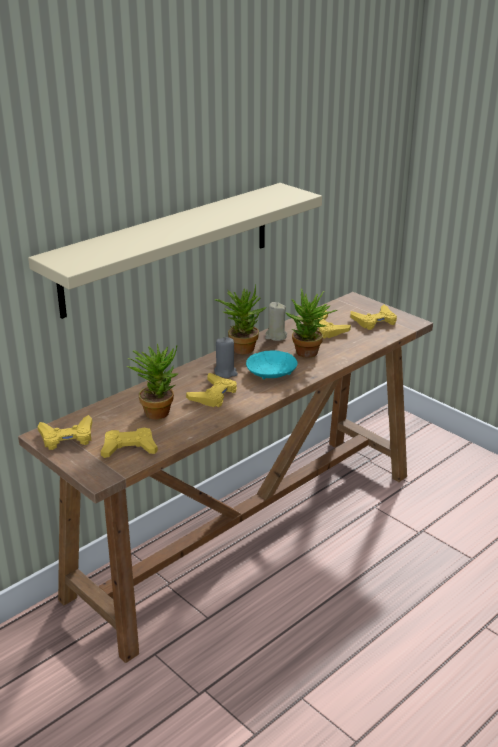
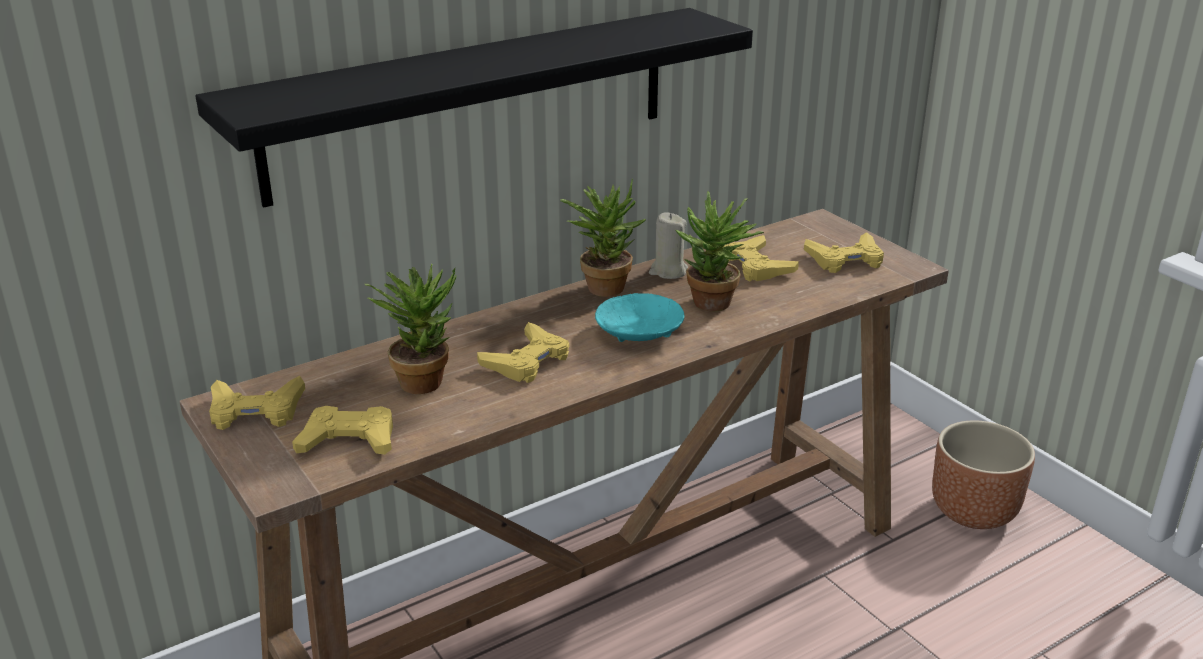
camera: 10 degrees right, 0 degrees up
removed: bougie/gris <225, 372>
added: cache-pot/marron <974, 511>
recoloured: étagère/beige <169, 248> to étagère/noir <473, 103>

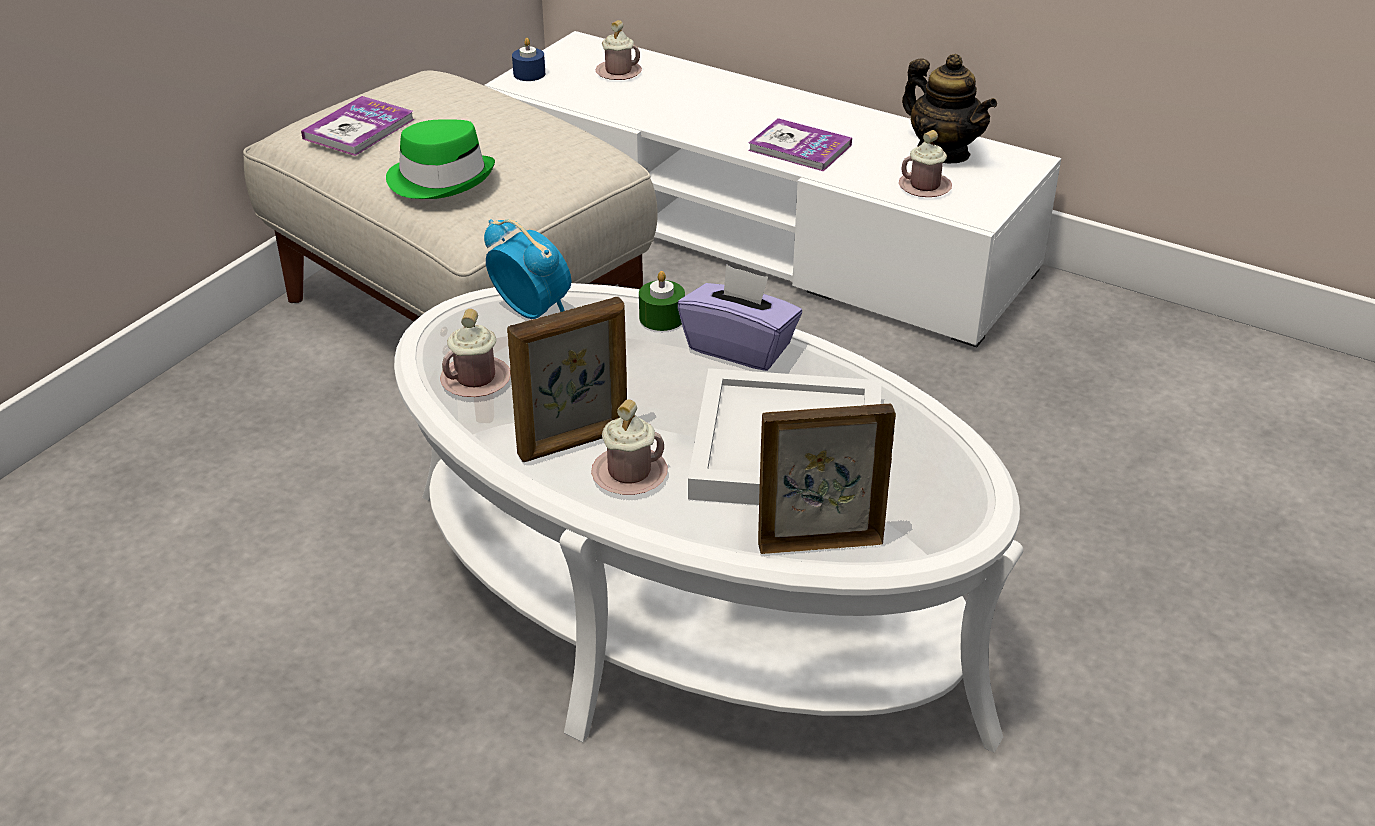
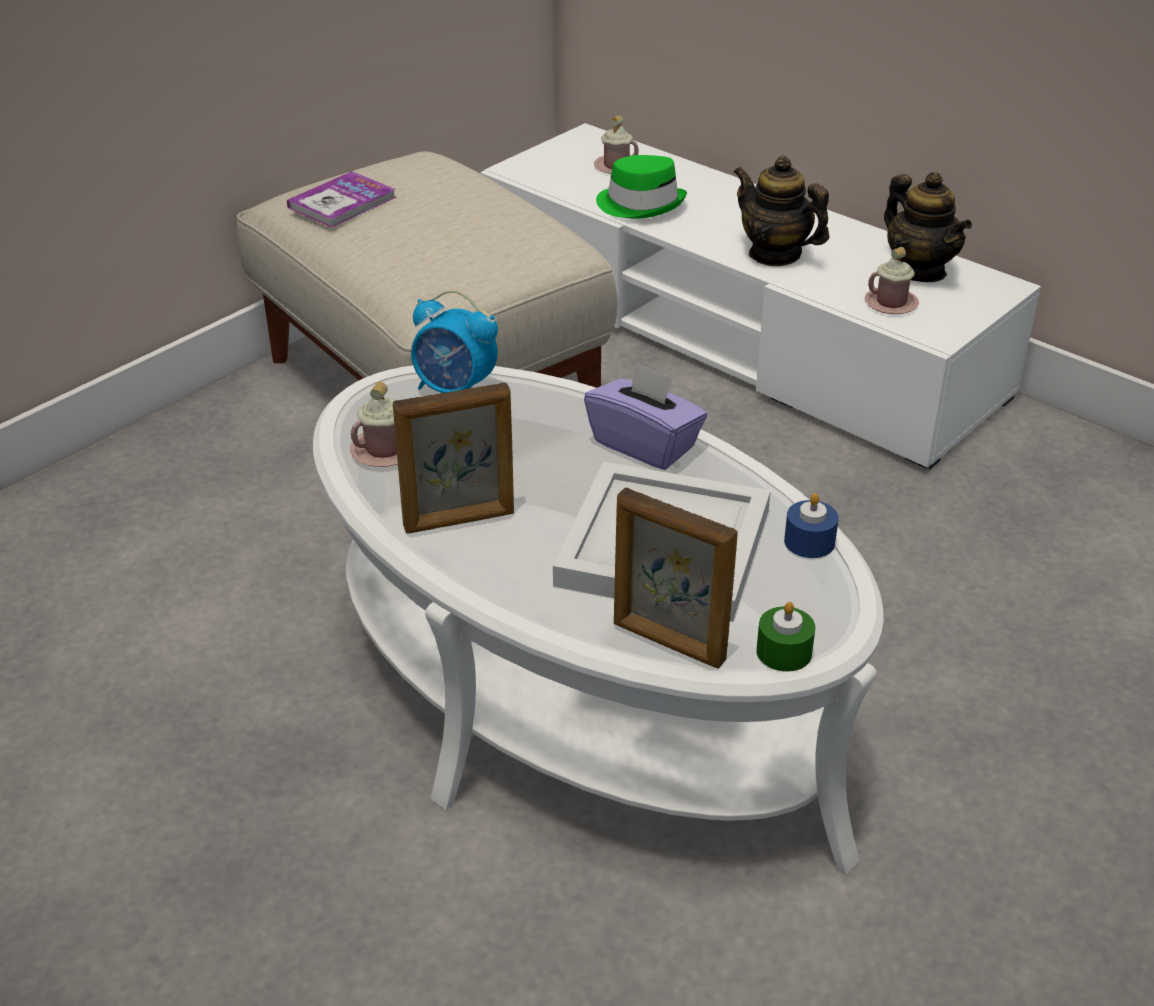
camera: 10 degrees right, 0 degrees up
removed: mug/rose <629, 474>
moved: chapeau/vert <441, 178> to <641, 204>; bougie/bleu <529, 74> to <809, 542>; bougie/vert <662, 318> to <784, 652>
replaced: livre <799, 148> to théière <775, 254>
turned: réveil <532, 311> = <455, 390> 150 degrees clockwise; cadre photo <819, 542> = <668, 643> 150 degrees counterclockwise

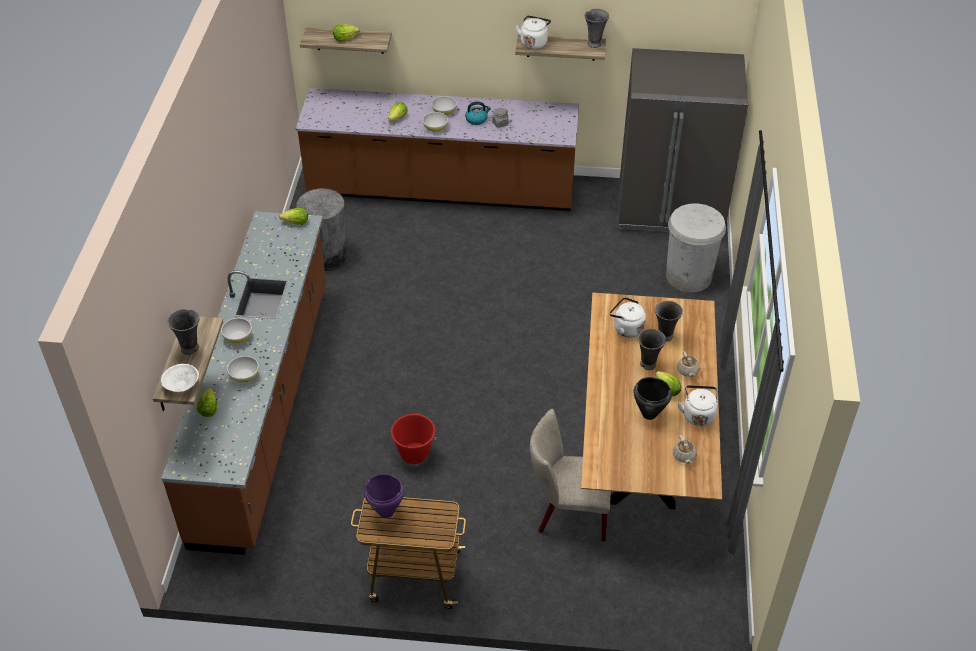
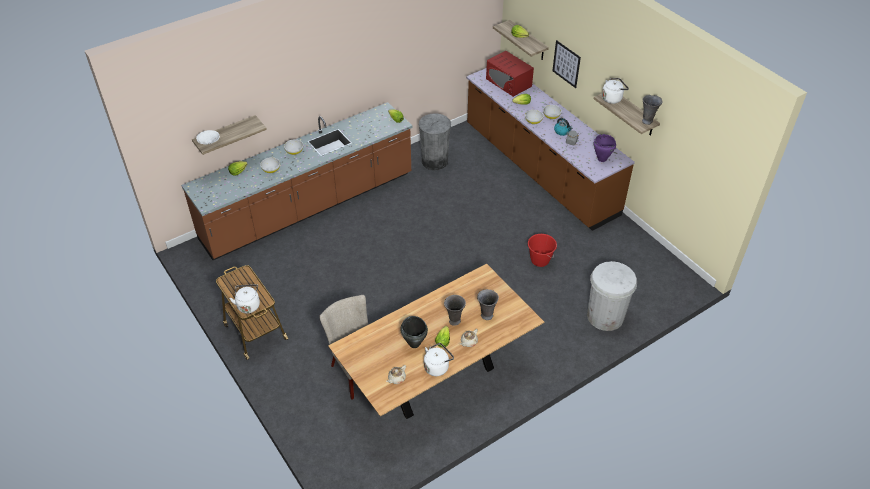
camera: 50 degrees right, 0 degrees up
removed: vase/gris <190, 348>; réfrigérateur/gris <670, 209>
added: micro-ondes/rouge <508, 82>; tableau <566, 64>
moved: marmite/violet <386, 512> to <601, 159>; seau/rouge <414, 454> to <539, 260>; bouilloire/blanc <626, 328> to <248, 305>

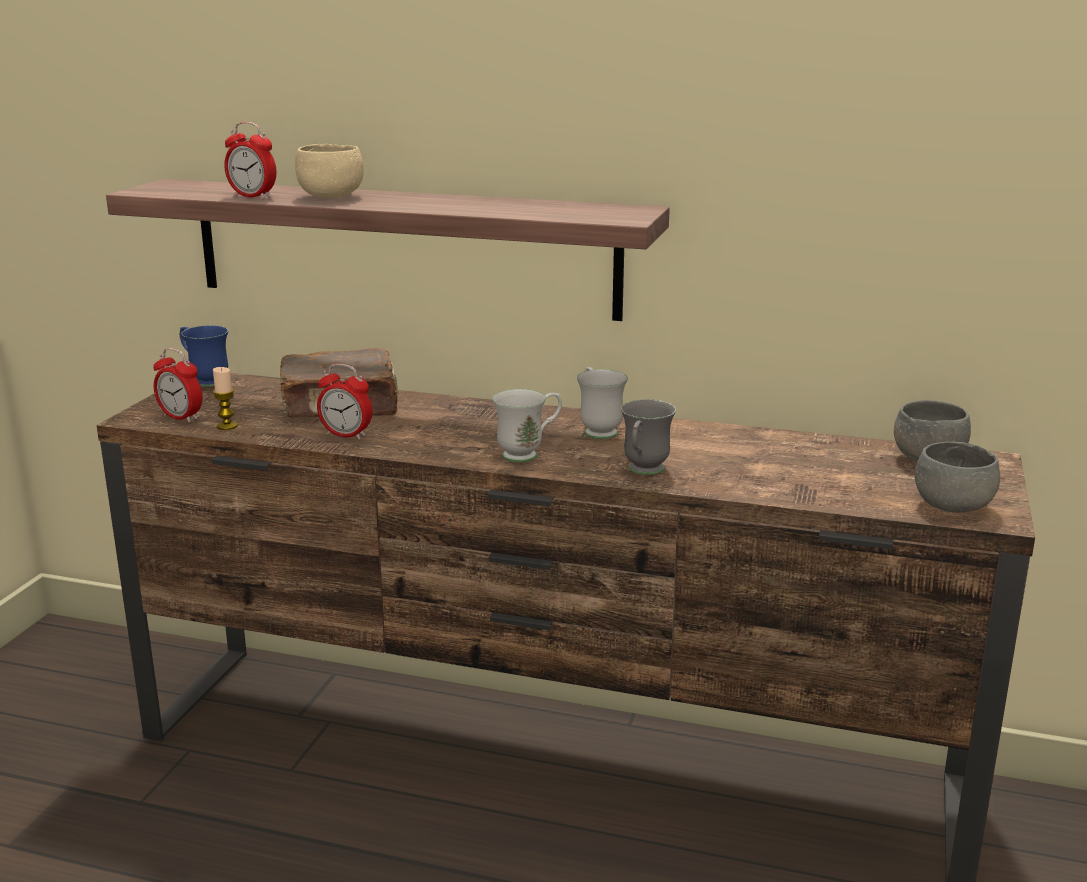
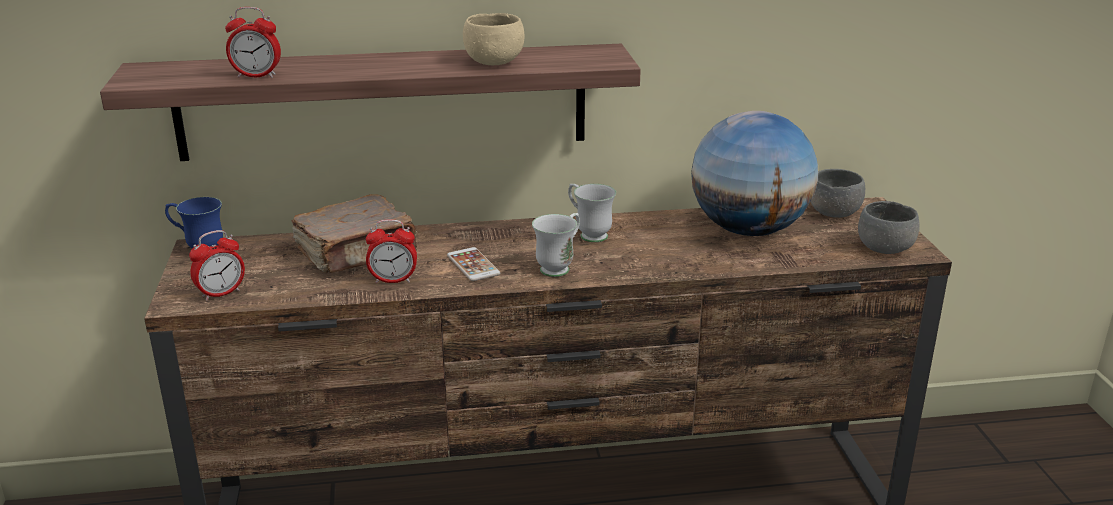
camera: 25 degrees left, 5 degrees up
removed: bougie <227, 426>; mug/gris <643, 472>
added: téléphone <473, 265>; globe <748, 230>
moved: bol/beige <331, 196> to <494, 62>
turned: réveil <181, 417> = <221, 293> 45 degrees counterclockwise

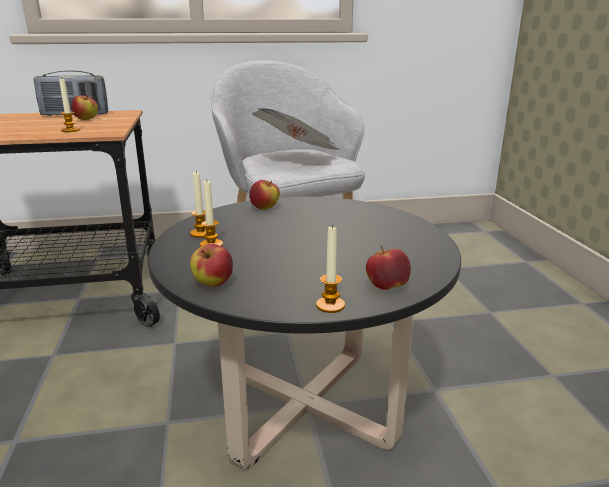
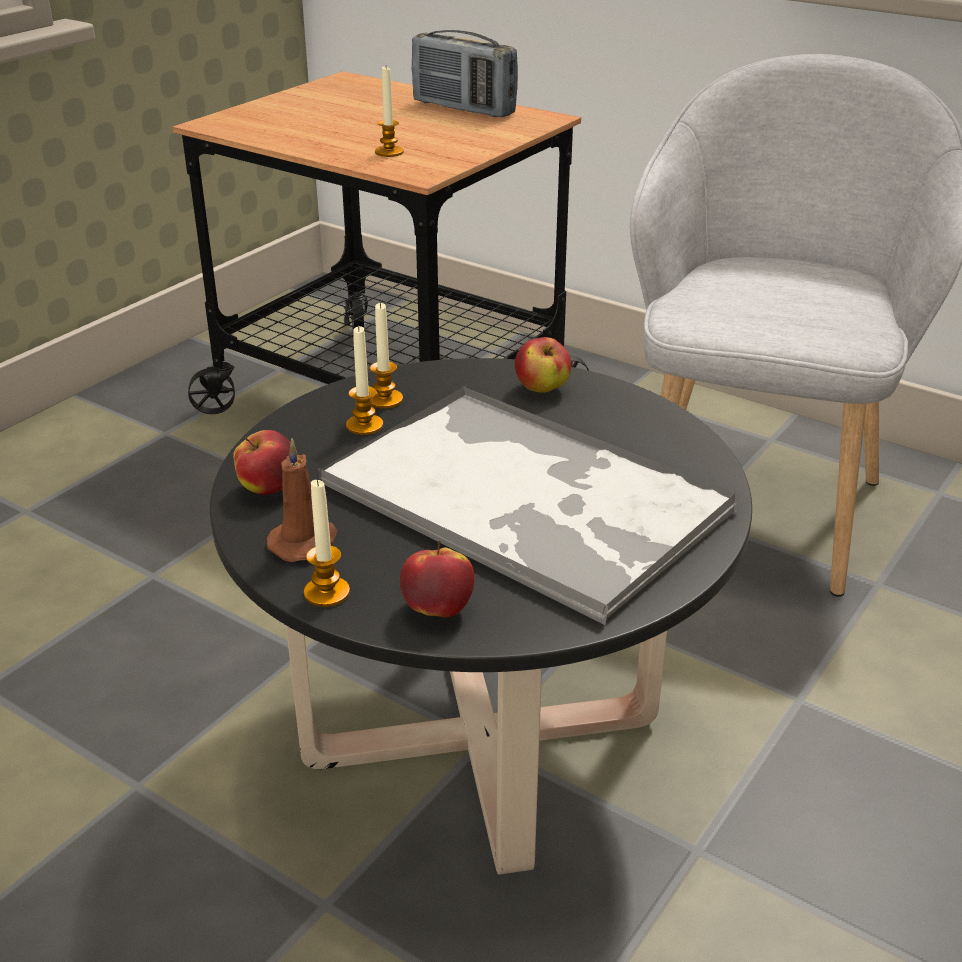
camera: 45 degrees right, 10 degrees up
removed: pomme <86, 119>; journal <299, 154>
added: bougie/marron <305, 542>; plateau <528, 499>

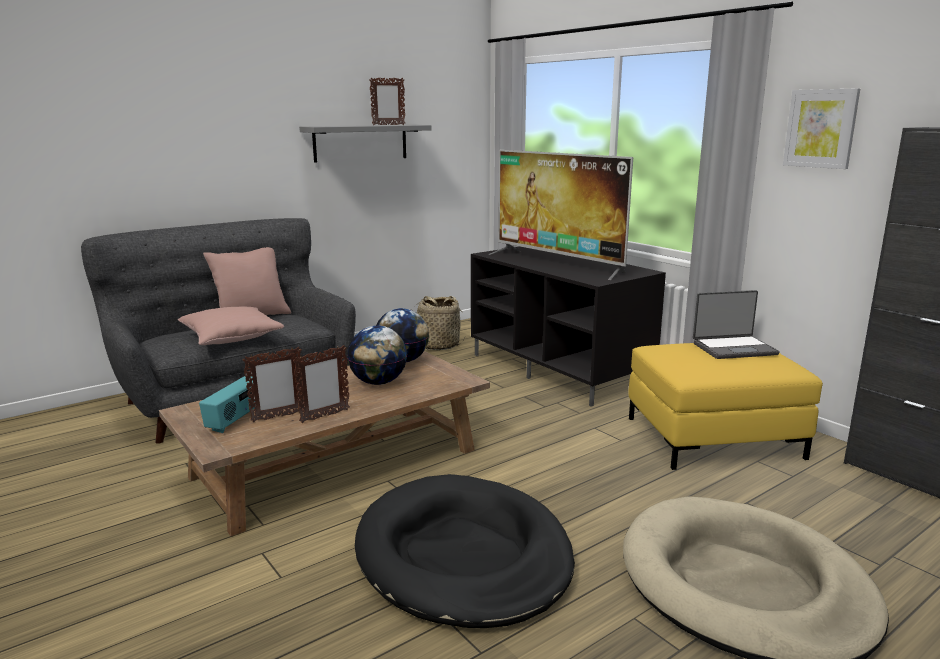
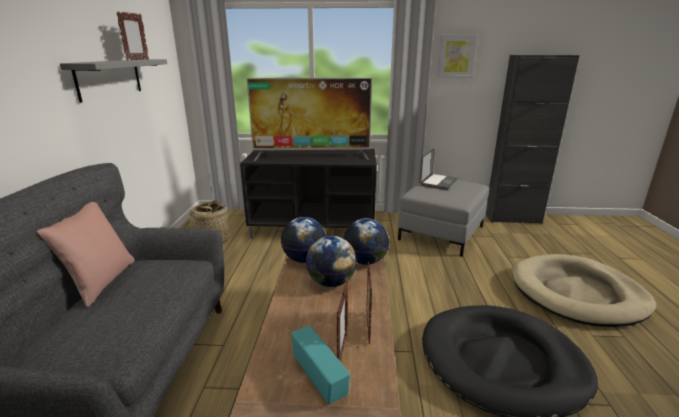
camera: 50 degrees left, 5 degrees up
removed: coussin/rose <231, 338>
added: globe <365, 261>
recoloured: pouf/jaune <713, 437> to pouf/gris <441, 232>

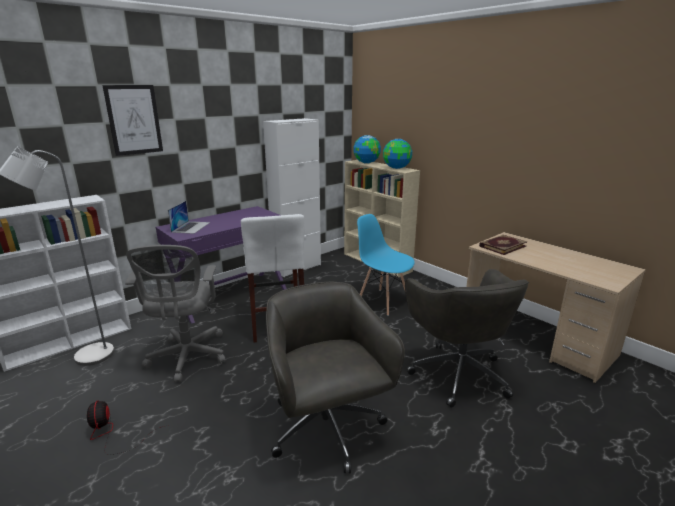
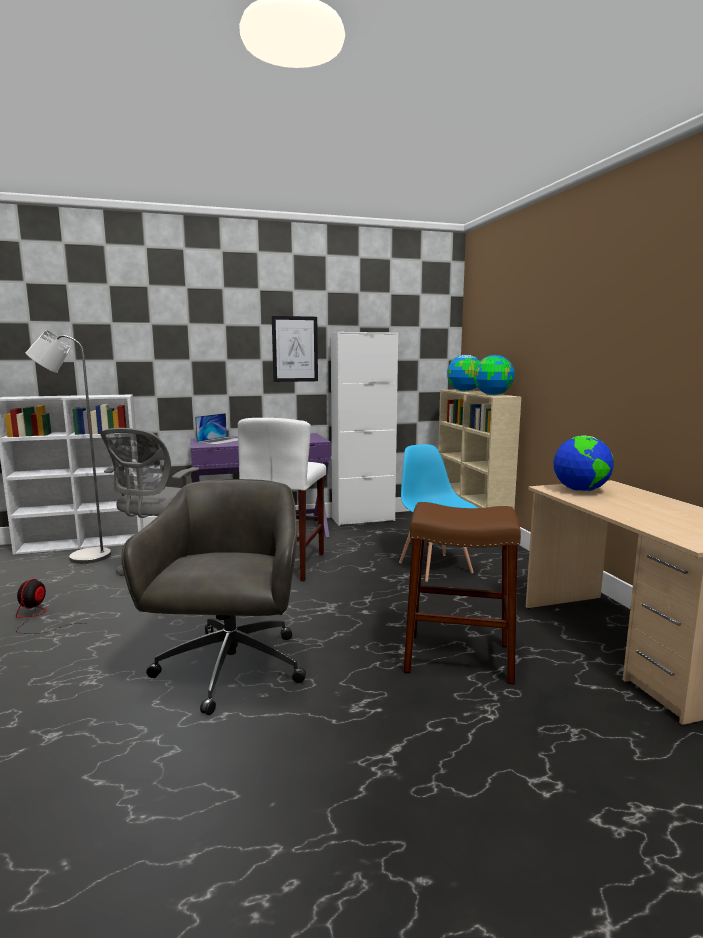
camera: 25 degrees right, 10 degrees down
moved: tableau <134, 120> to <295, 349>
replaced: chaise de bureau/gris <457, 372> to tabouret/marron <458, 657>; livre <502, 246> to globe <580, 491>

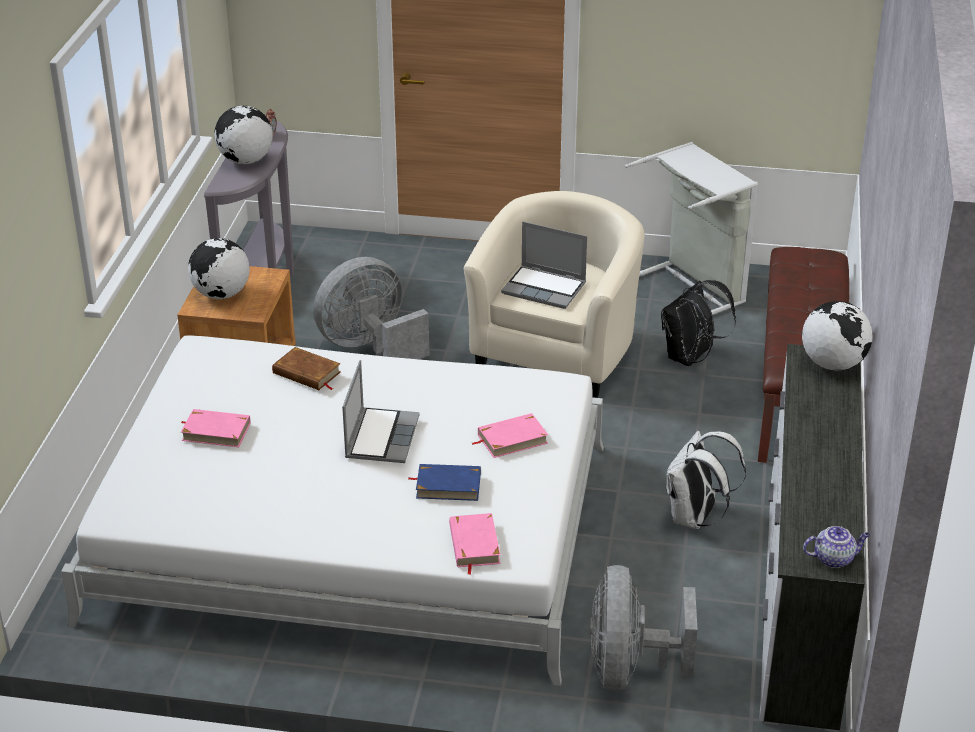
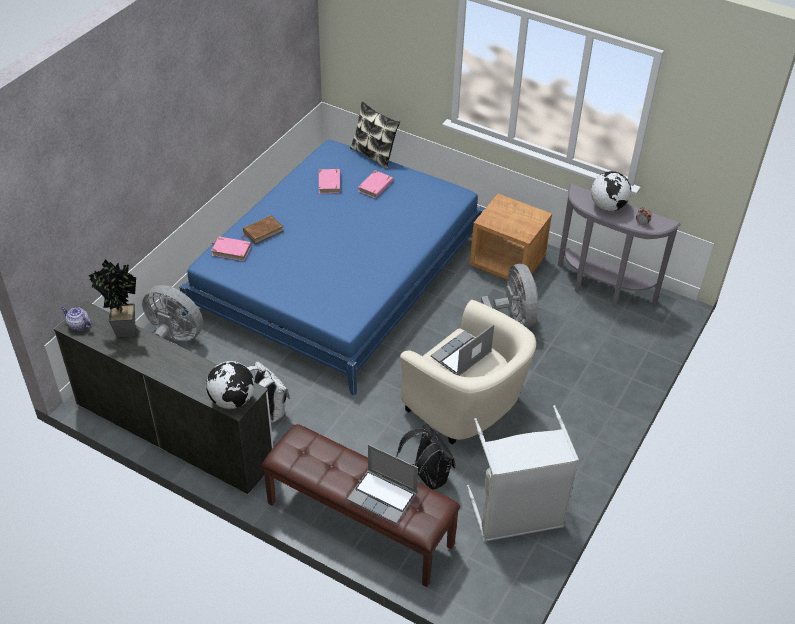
camera: 110 degrees right, 10 degrees up
removed: globe <221, 294>; livre/bleu <448, 486>
added: plante en pot <122, 330>; coussin <374, 155>
moved: livre/marron <306, 373> to <263, 231>; ordinateur portable <381, 437> to <383, 497>; livre/rose <512, 439> to <329, 183>
recoloured: lit/blanc <353, 531> to lit/bleu <339, 273>
turned: théière <834, 558> = <78, 325> 105 degrees clockwise

